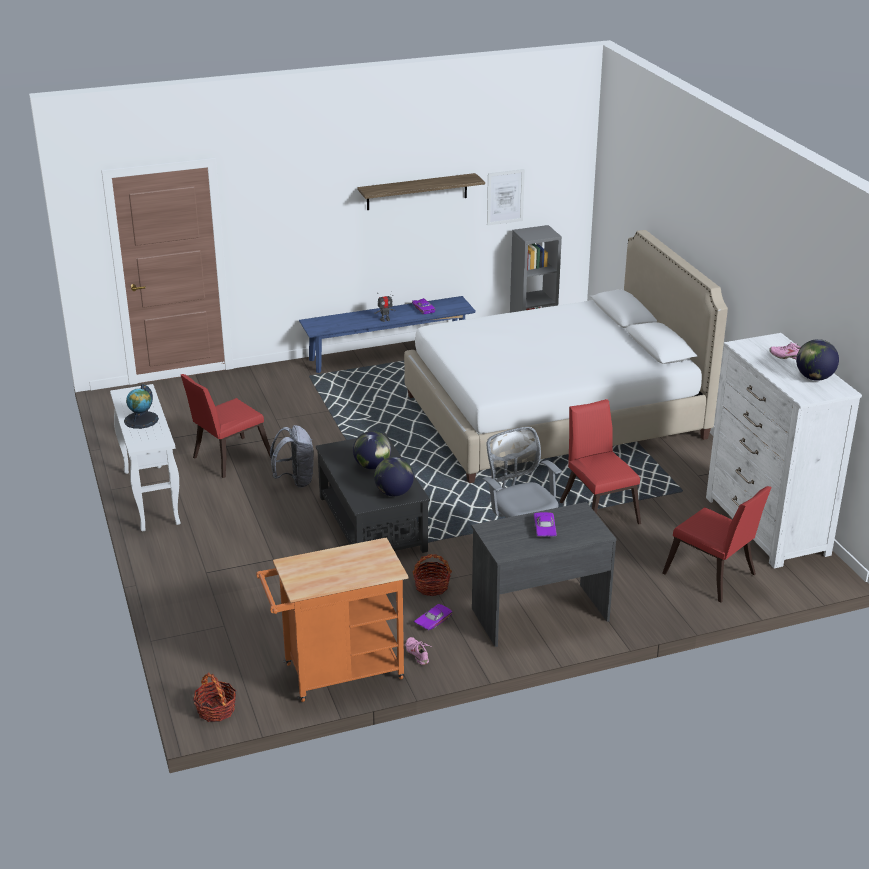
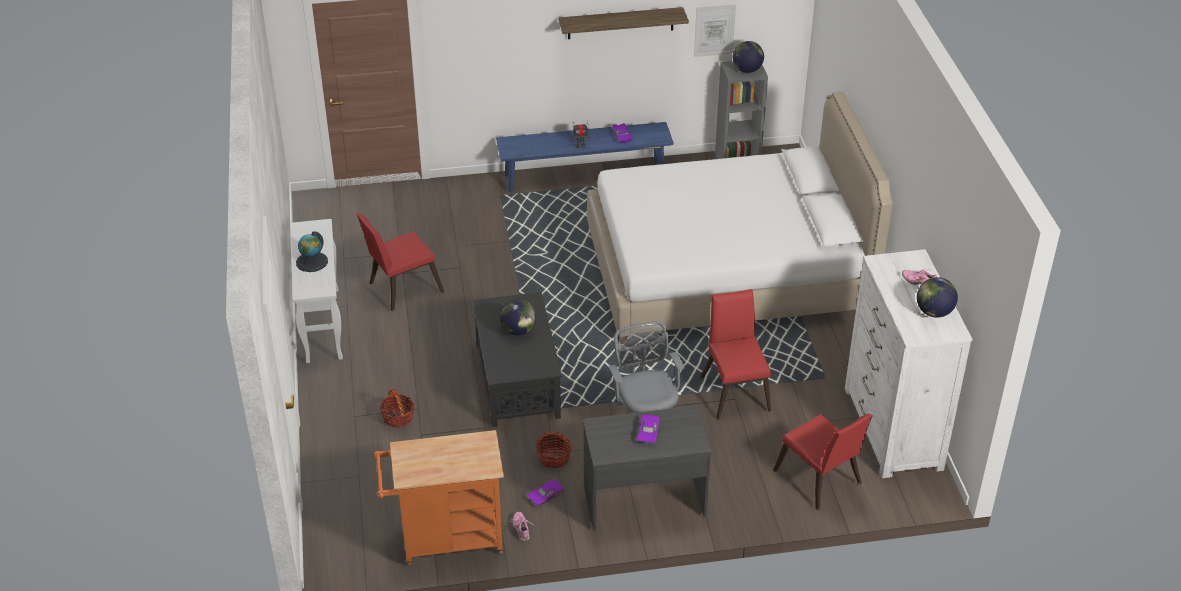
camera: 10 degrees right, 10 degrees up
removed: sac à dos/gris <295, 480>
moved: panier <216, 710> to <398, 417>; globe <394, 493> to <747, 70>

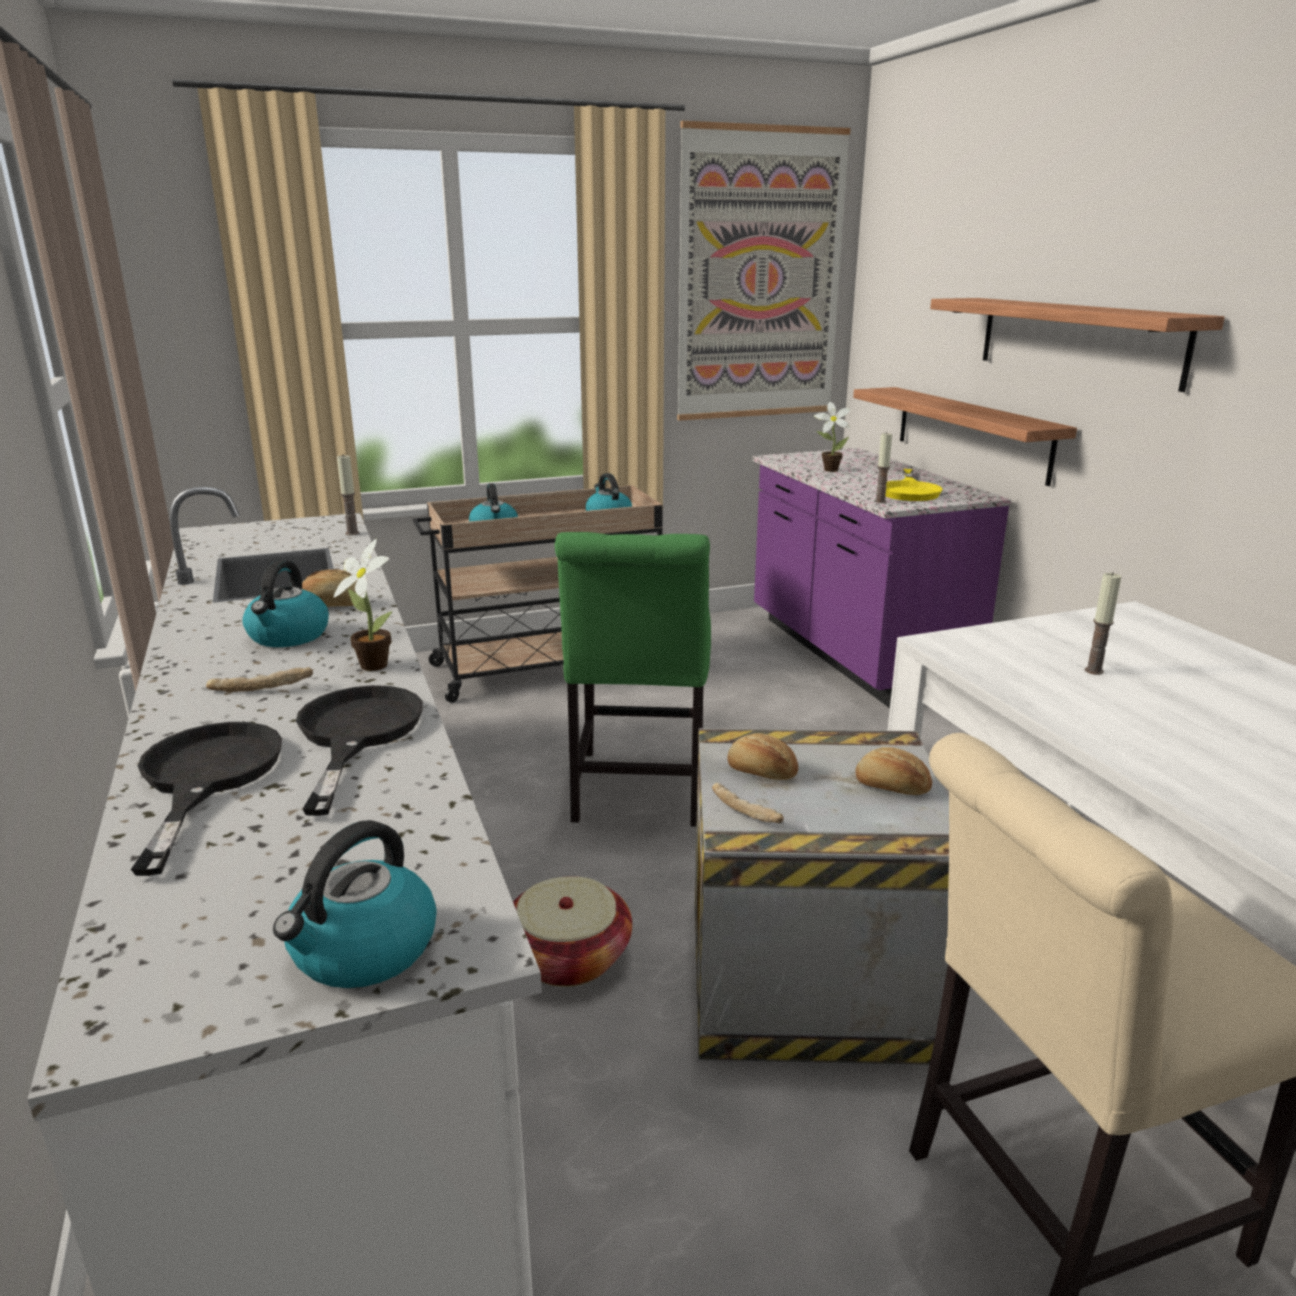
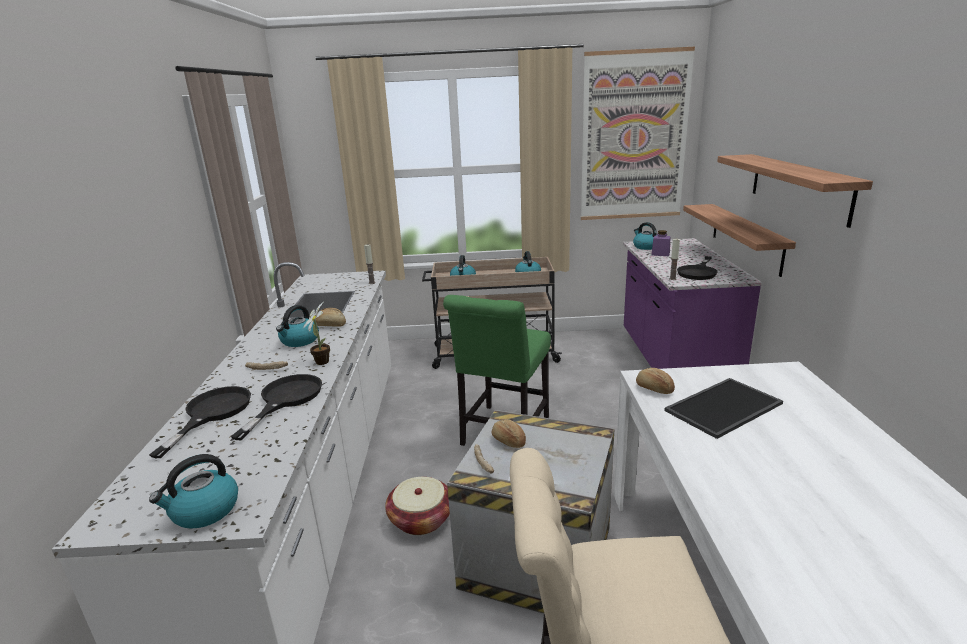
camera: 20 degrees right, 0 degrees up
added: bouilloire <645, 247>
moved: pain <891, 787> to <654, 389>
replaced: plante en pot <828, 470> to bocal/violet <660, 254>; bougie <1094, 671> to plateau <724, 408>
recoloured: poêle/jaune <909, 491> to poêle/noir <698, 272>

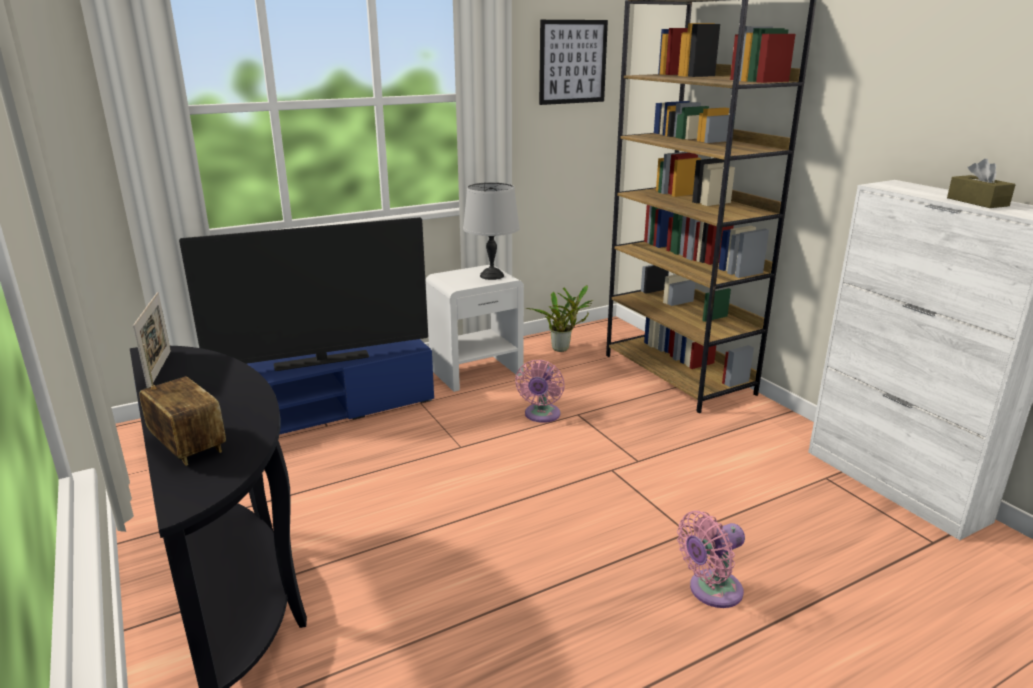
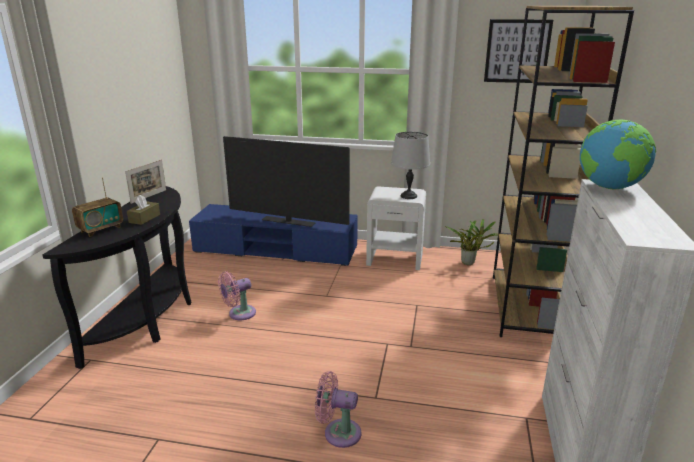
camera: 40 degrees right, 0 degrees up
added: globe <610, 187>
moved: ventilateur/rose <541, 415> to <239, 314>; boîte à mouchoirs/marron <977, 202> to <144, 218>
turned: radio <188, 446> = <100, 229> 45 degrees clockwise

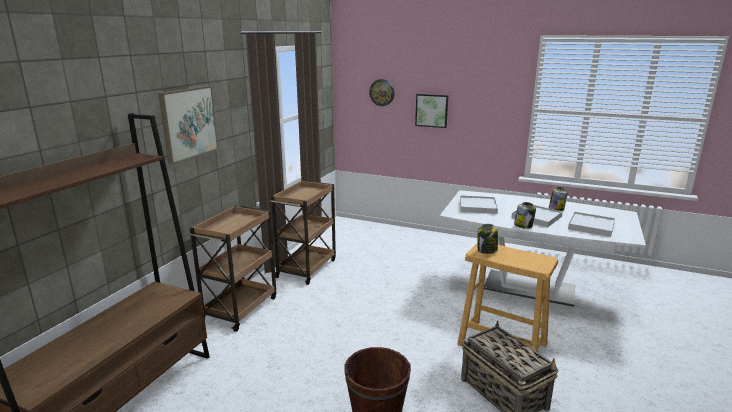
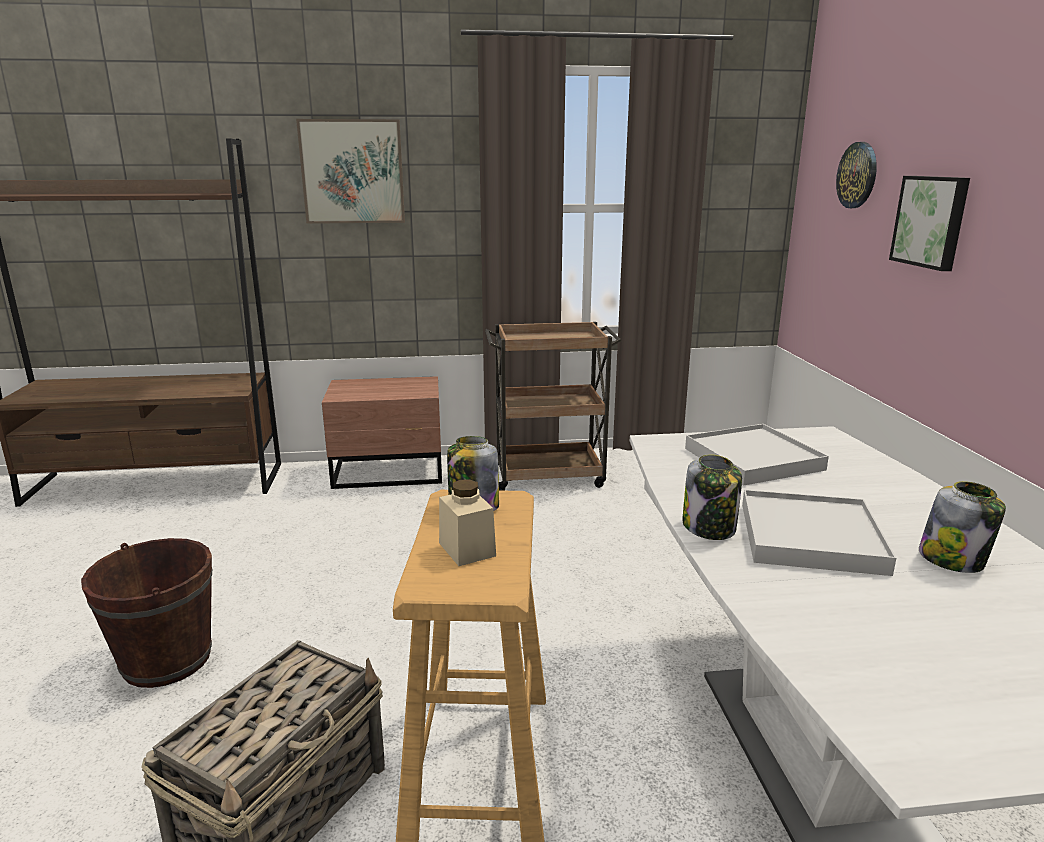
camera: 60 degrees right, 0 degrees up
removed: plateau/blanc <591, 226>
added: bocal/beige <467, 549>
replaced: chariot/marron <240, 308> to table de chevet/marron <390, 473>

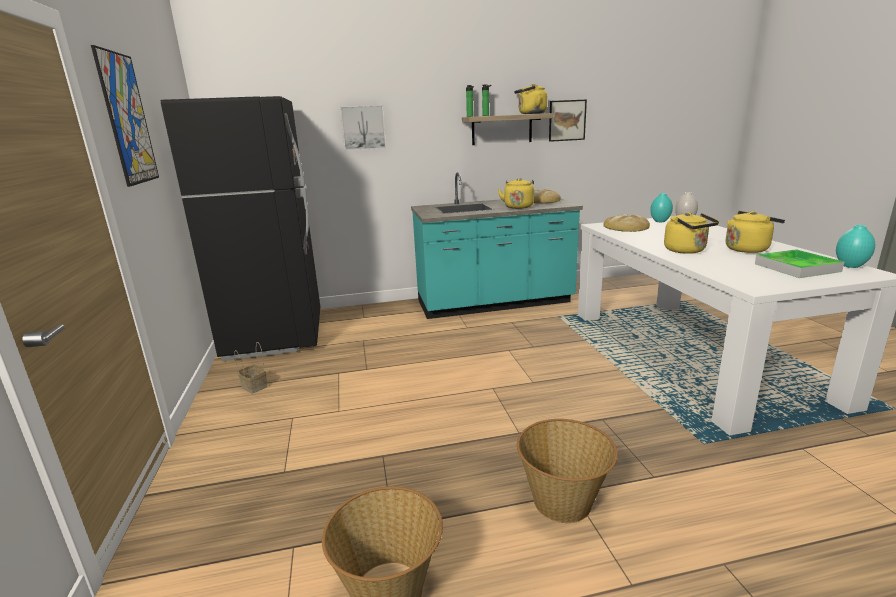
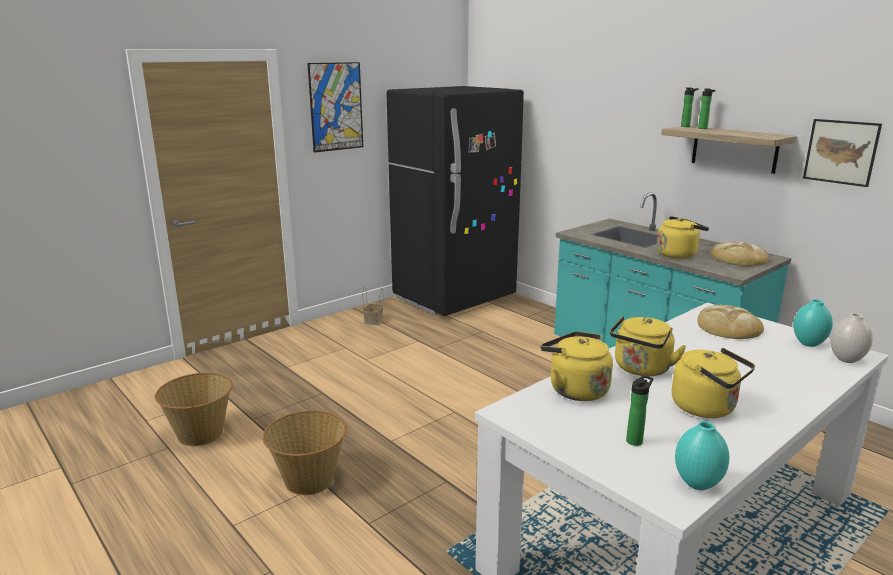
camera: 60 degrees right, 0 degrees up
removed: tableau <363, 127>
moved: bouilloire/jaune <530, 113> to <575, 389>
replaced: plateau <796, 267> to bouteille <635, 440>

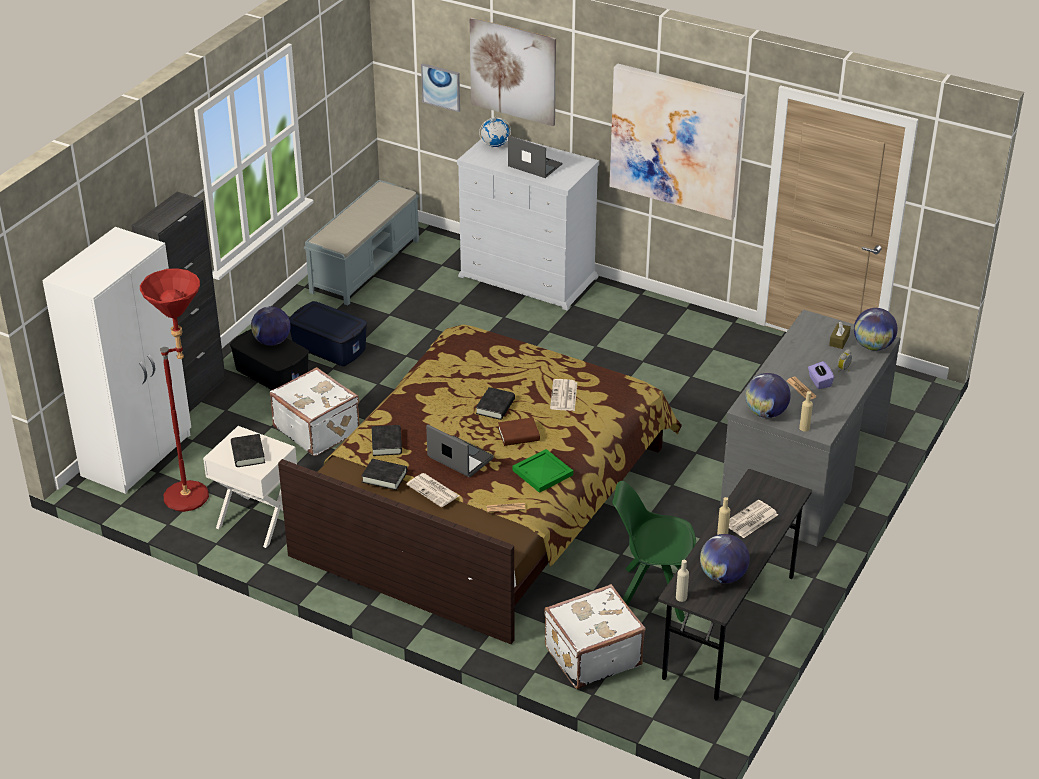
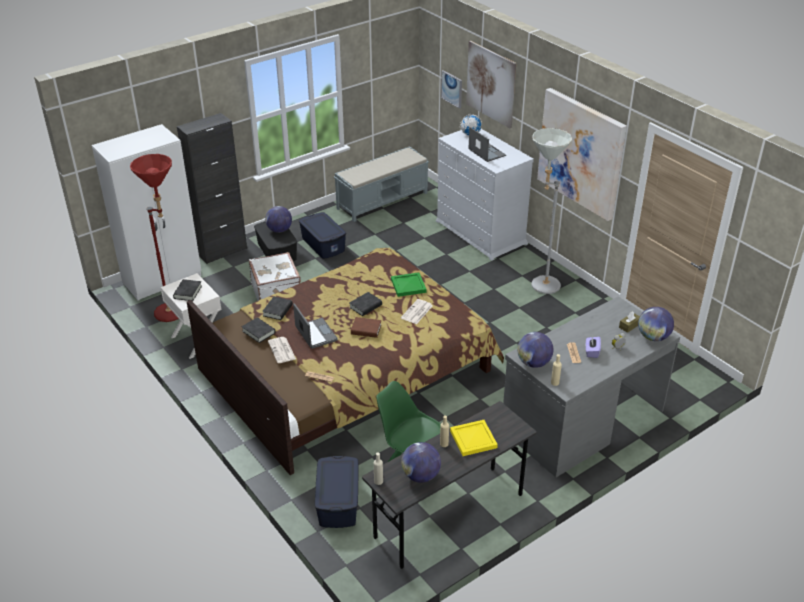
camera: 25 degrees right, 0 degrees up
added: lampadaire/gris <539, 284>
moved: plateau/vert <543, 473> to <409, 286>
replaced: valise/blanc <591, 655> to boîte de rangement/bleu <337, 502>; journal <750, 520> to plateau/jaune <473, 440>

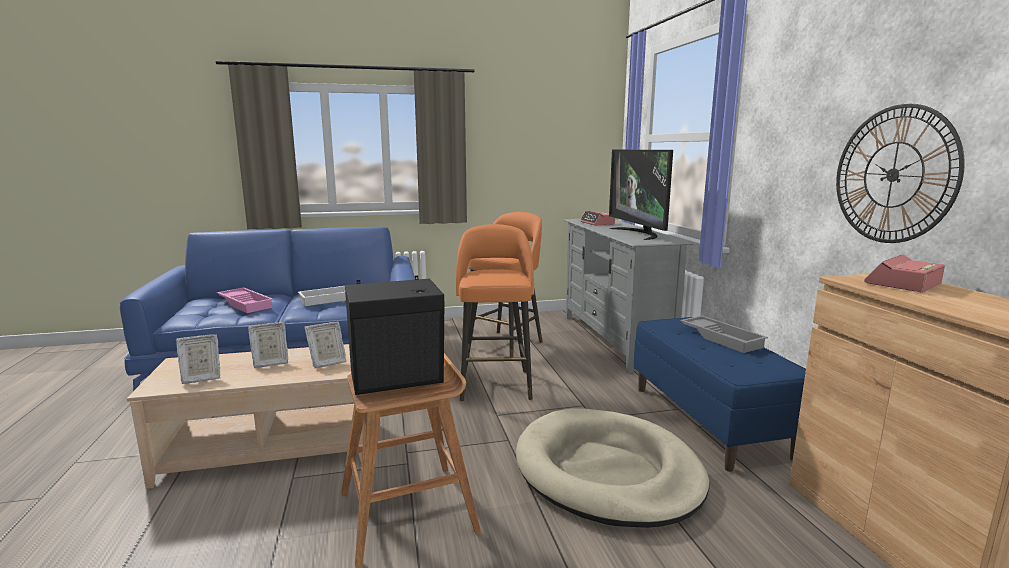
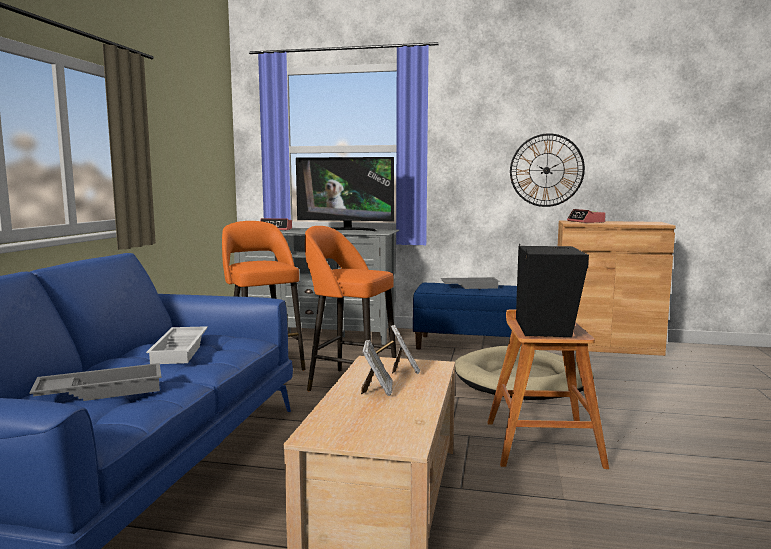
camera: 65 degrees left, 5 degrees down
removed: cadre photo <201, 378>
recoloured: plateau/rose <246, 304> to plateau/gris <102, 391>

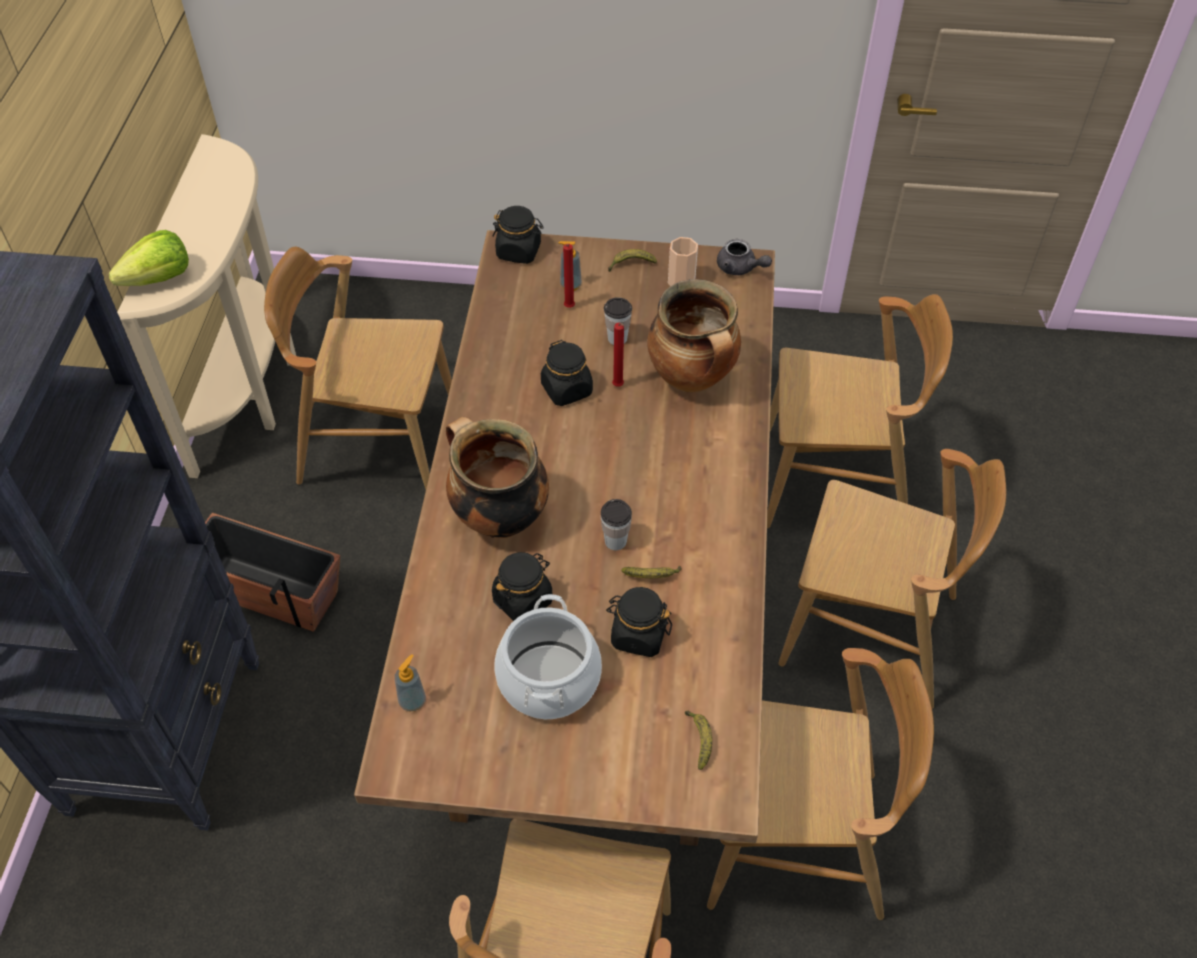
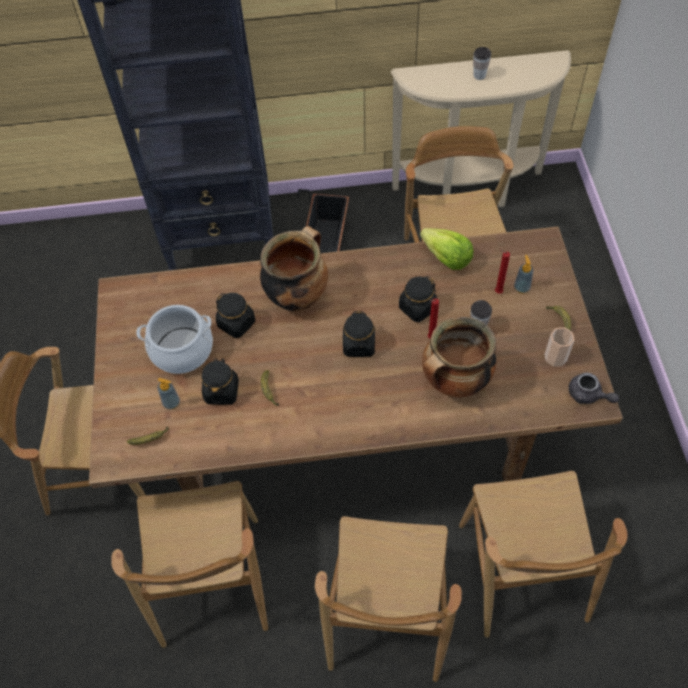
camera: 80 degrees right, 5 degrees up
moved: laitue <159, 278> to <446, 258>; distributeur de savon <412, 701> to <171, 403>; bocal/noir <519, 251> to <359, 345>; tasse <615, 541> to <479, 75>
turned: théière/gris <740, 268> = <588, 395> 75 degrees counterclockwise

